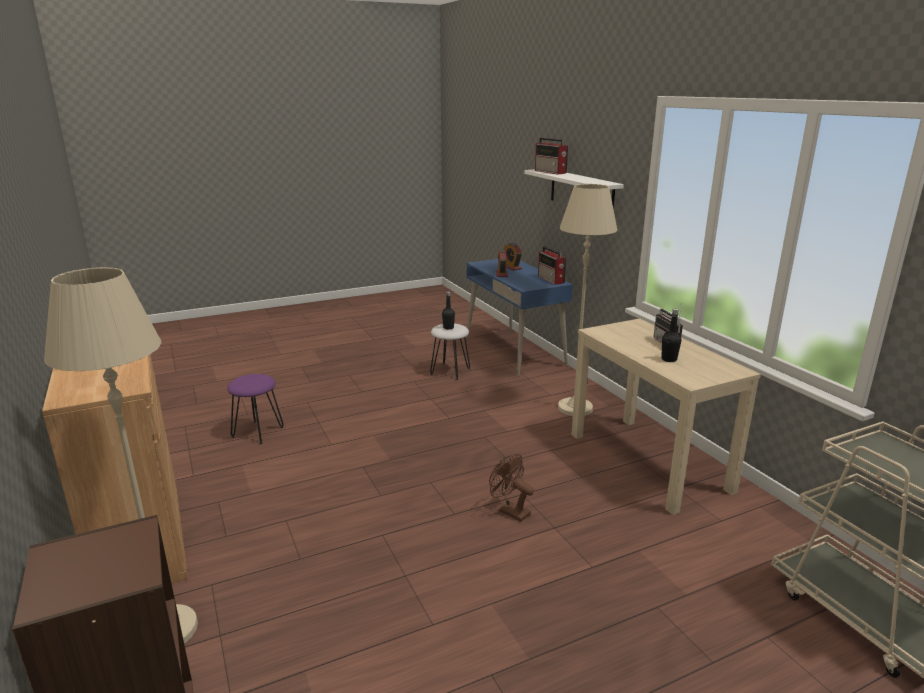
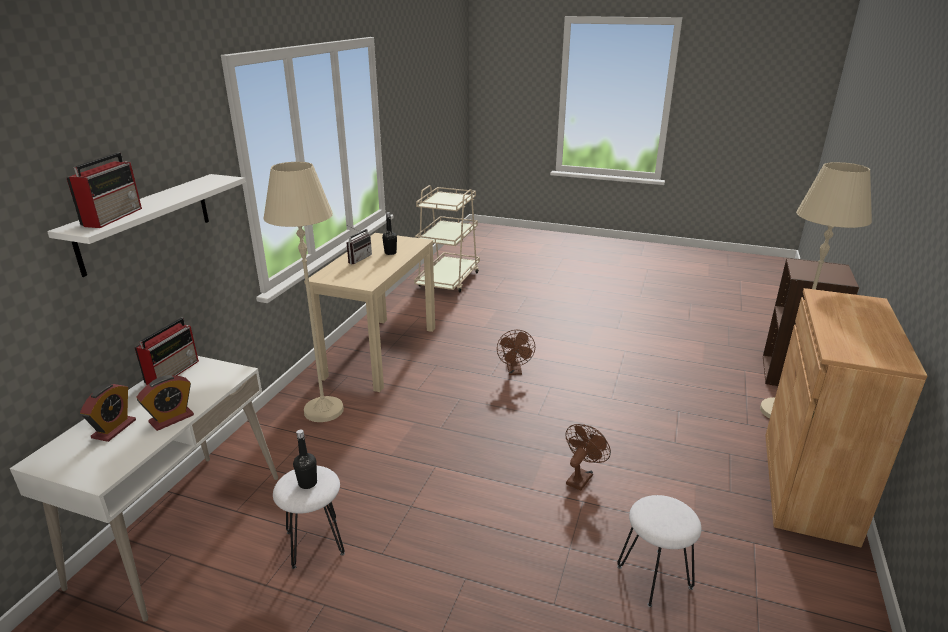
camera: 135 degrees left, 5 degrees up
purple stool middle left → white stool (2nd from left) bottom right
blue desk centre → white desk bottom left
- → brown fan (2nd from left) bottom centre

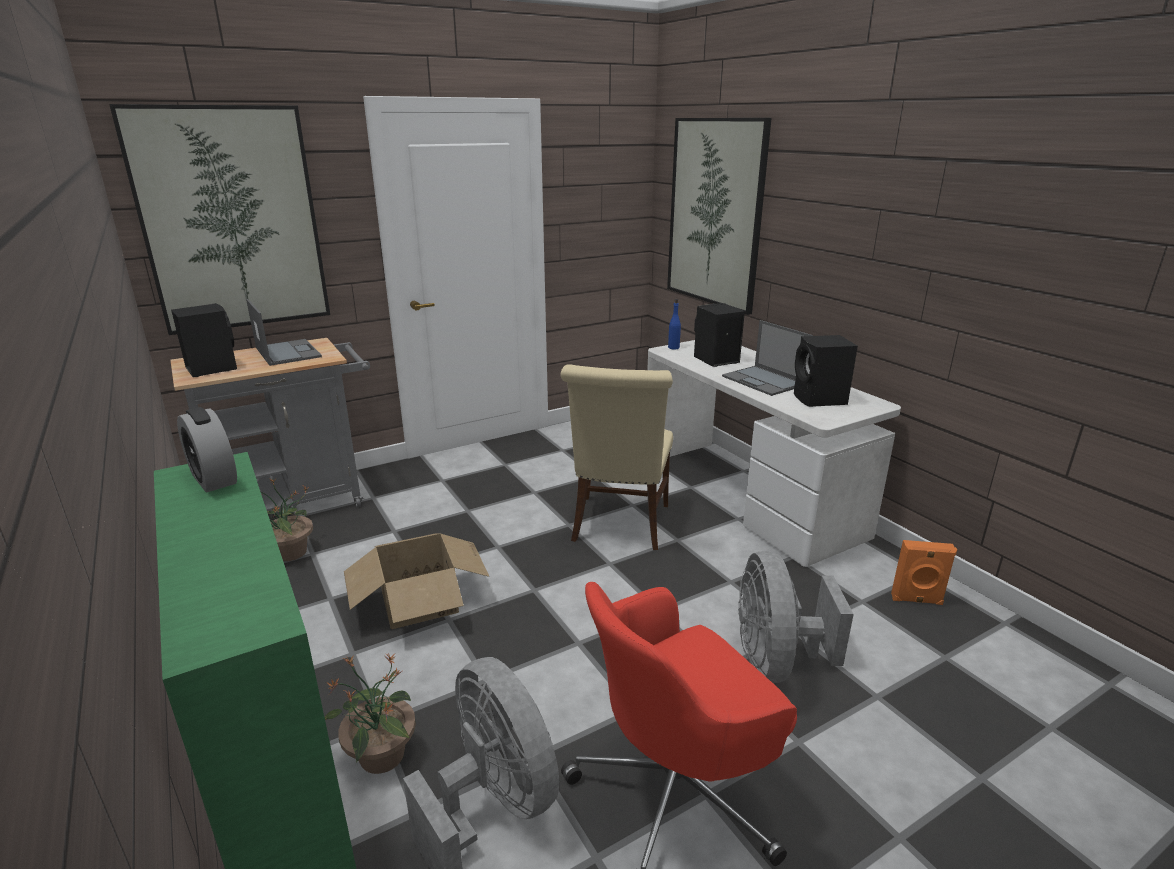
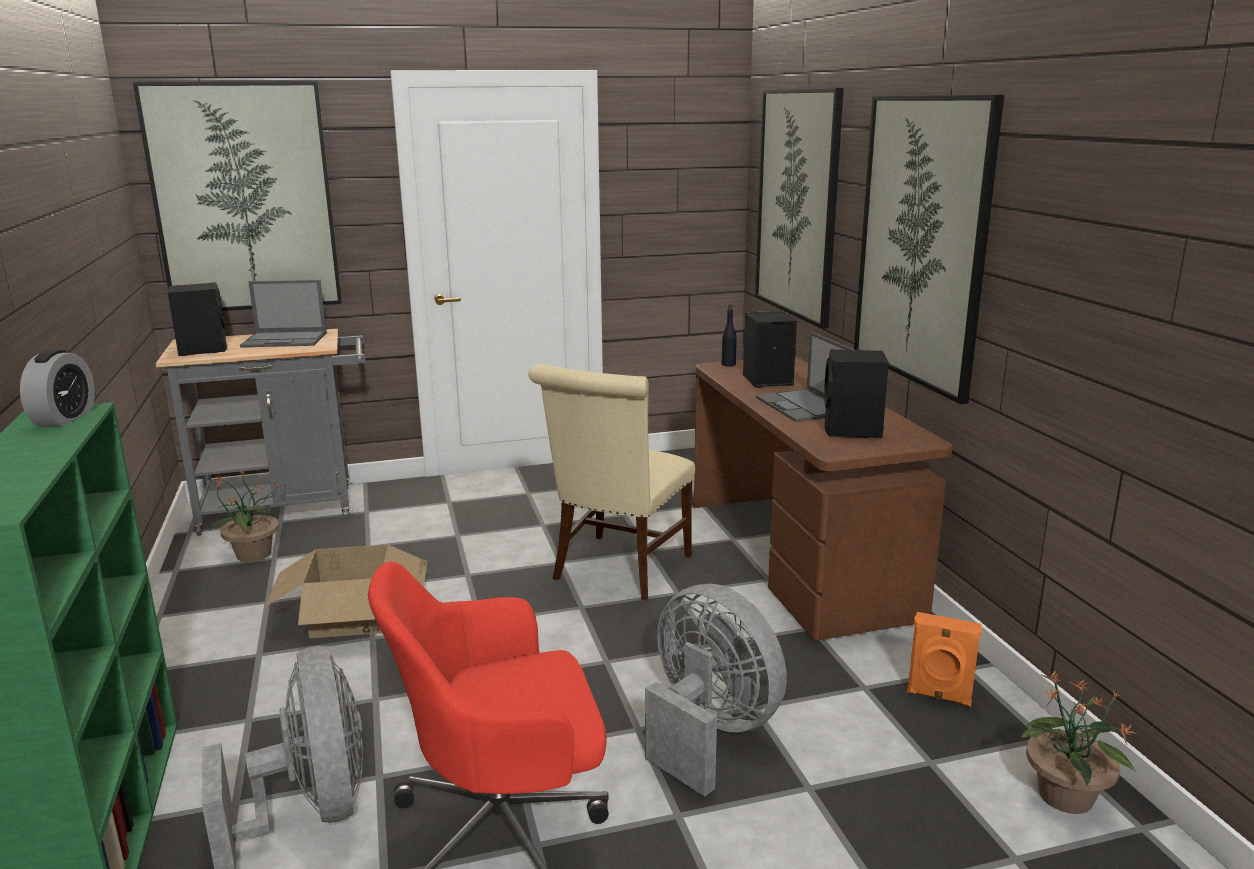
camera: 15 degrees right, 5 degrees down
alarm clock middle left, 150 degrees counterclockwise
laptop (1st from left) middle left, 105 degrees clockwise
potted plant (2nd from left) bottom left → potted plant (2nd from left) bottom right, moved
white desk centre → brown desk centre
blue bottle centre → black bottle centre
grey fan (2nd from left) bottom right → grey fan (2nd from left) bottom centre, 120 degrees clockwise
- → picture (3rd from left) top right

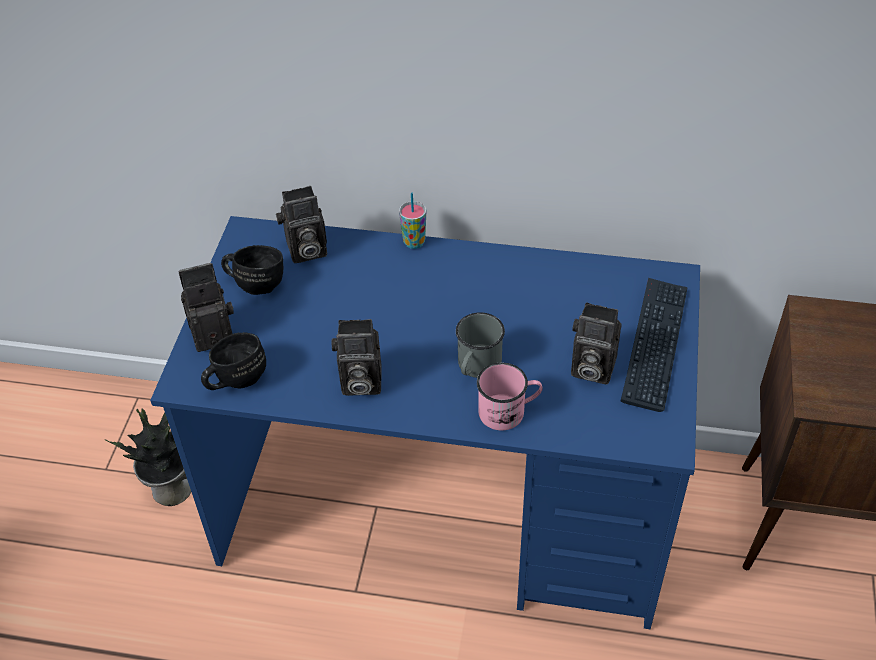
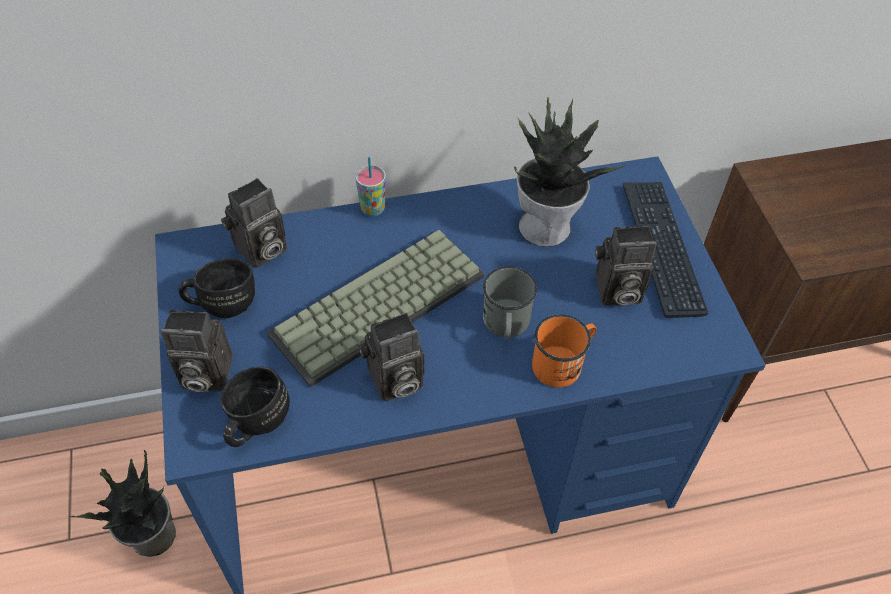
camera: 25 degrees left, 5 degrees up
photo camera (1st from left) middle left, 135 degrees counterclockwise
pink mug centre → orange mug centre
- → keyboard (1st from left) centre
- → potted plant (2nd from left) top centre

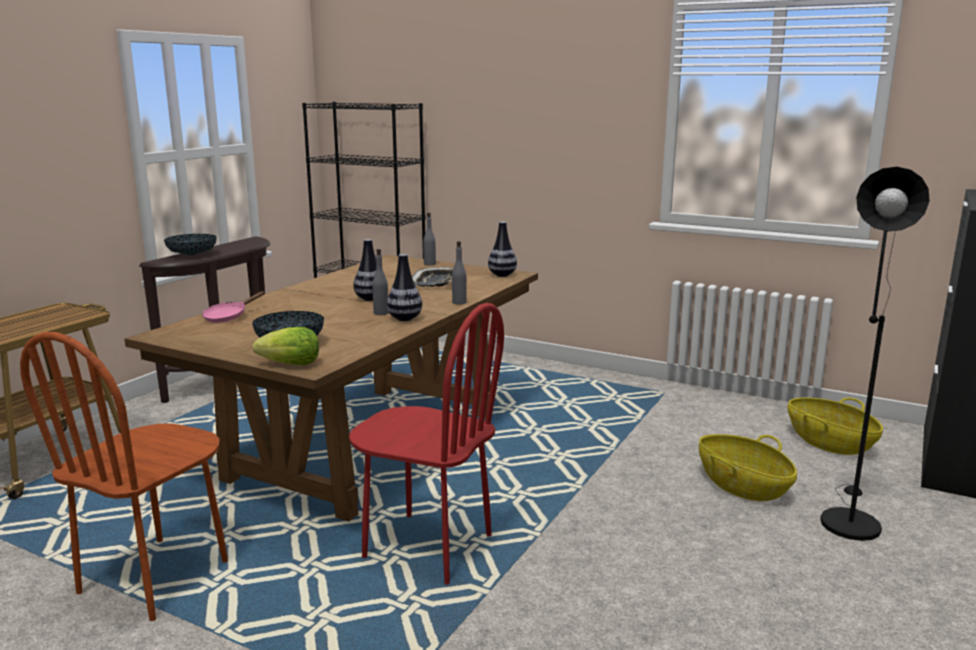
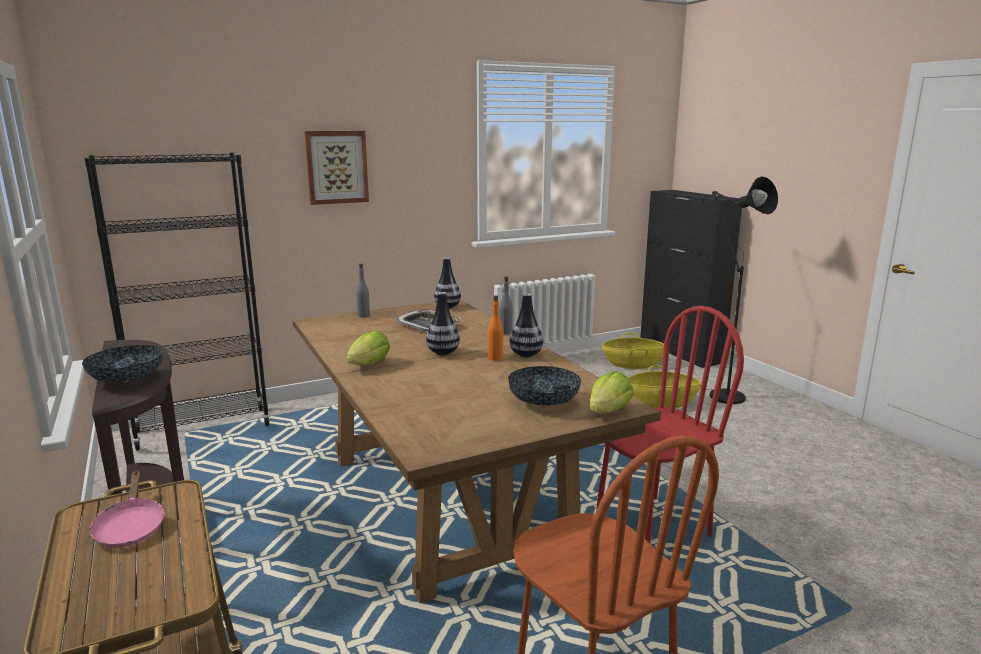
camera: 55 degrees left, 0 degrees up
pink frying pan middle left → pink frying pan bottom left, moved
grey bottle (1st from left) centre → orange bottle centre
- → picture top centre
- → lettuce (1st from left) centre

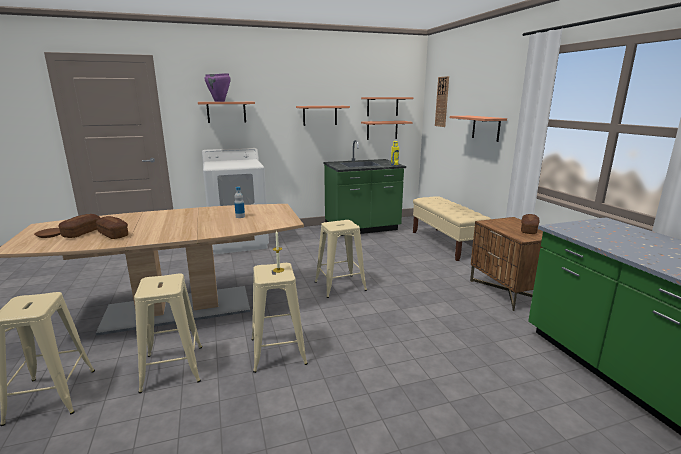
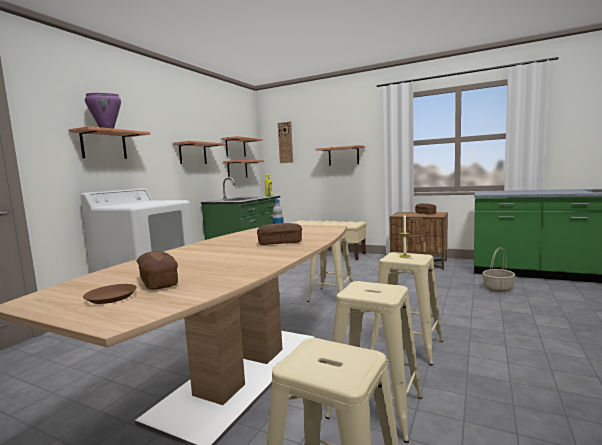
camera: 45 degrees left, 10 degrees down
bread (2nd from left) middle left → bread (2nd from left) centre, moved
- → basket middle right

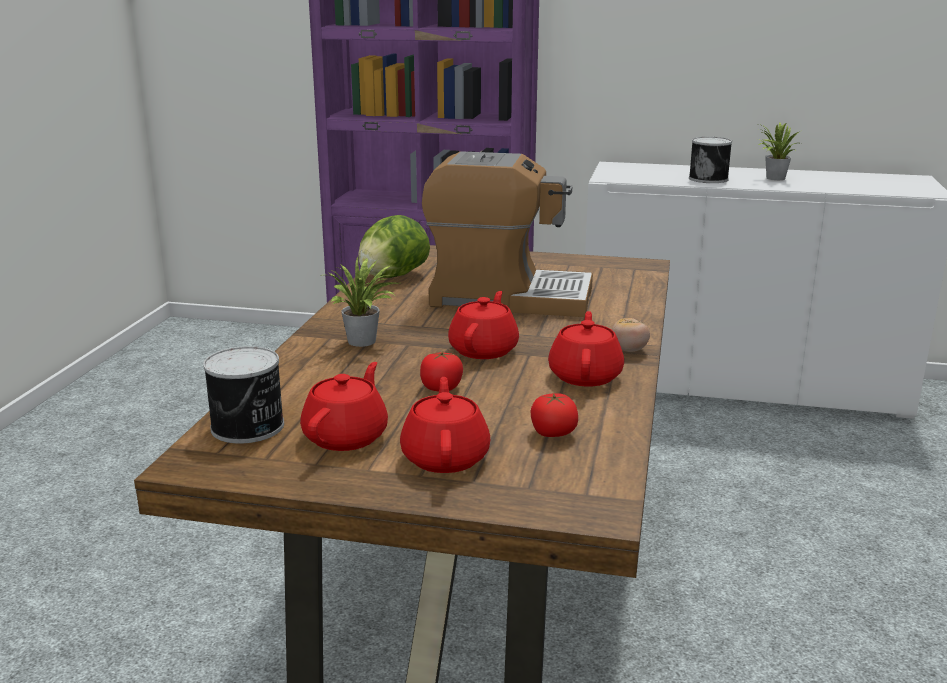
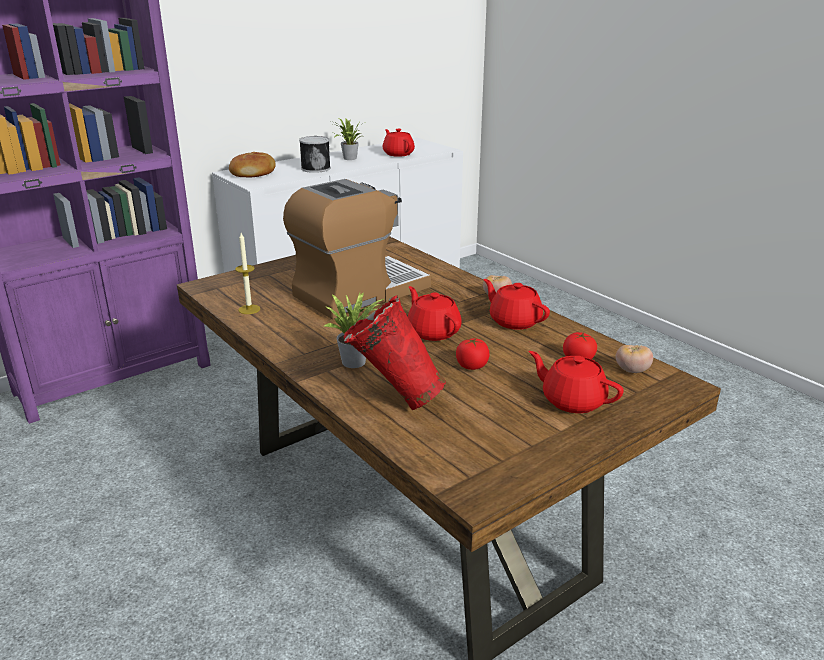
camera: 50 degrees left, 5 degrees up
can (1st from left) middle left → -
red teapot (1st from left) centre → red teapot (1st from left) top centre, moved
lettuce centre → candle middle left
- → bread top left
- → red vase centre
- → tomato (4th from left) middle right

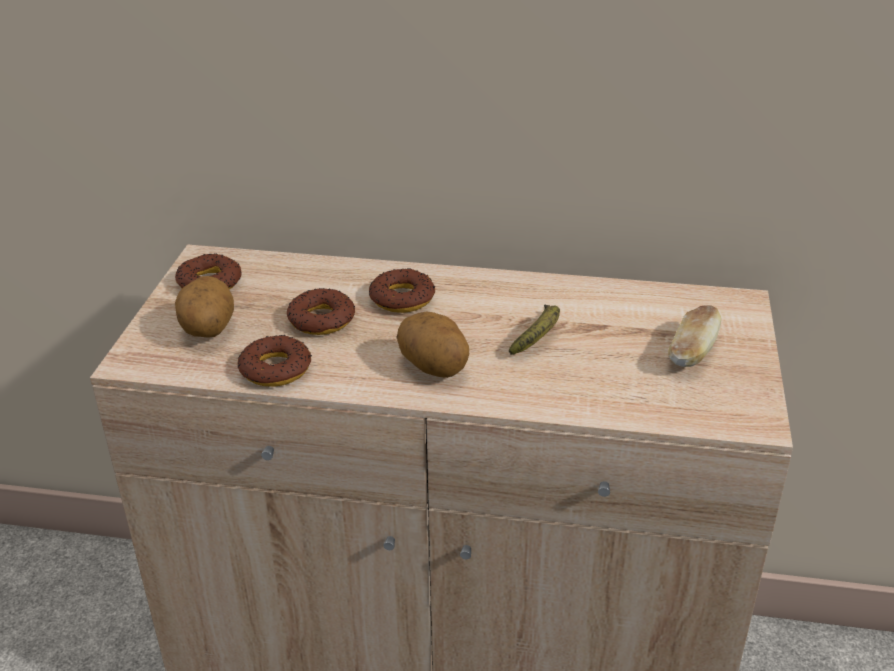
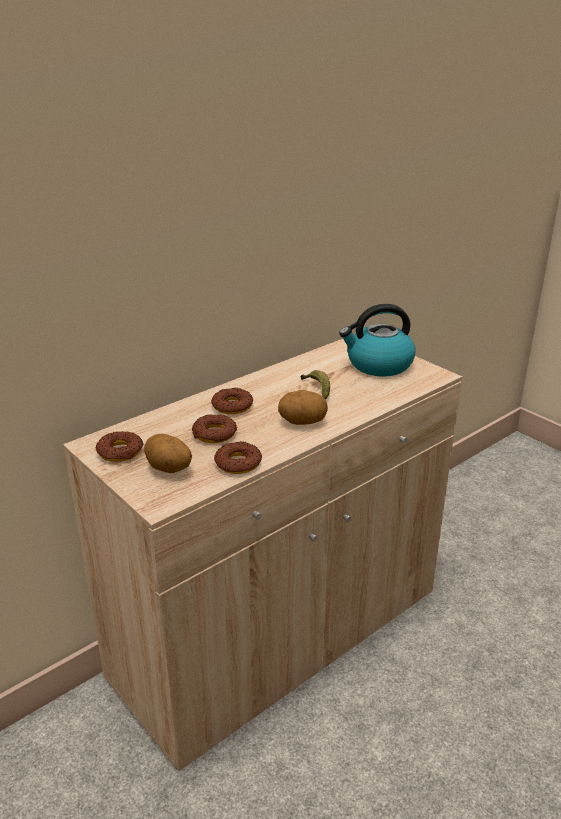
camera: 50 degrees left, 5 degrees down
bread middle right → kettle middle right

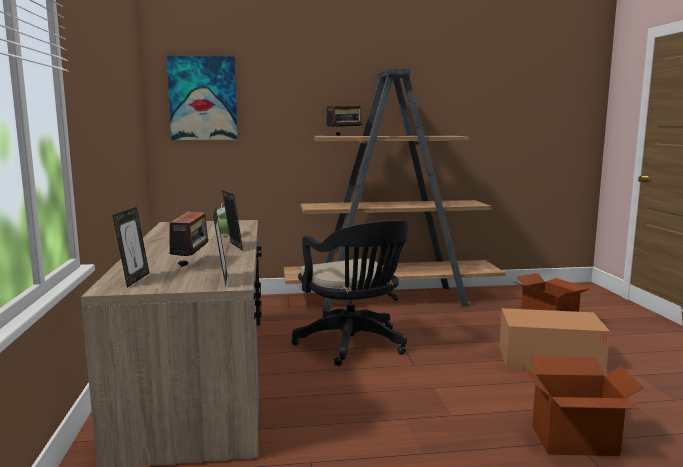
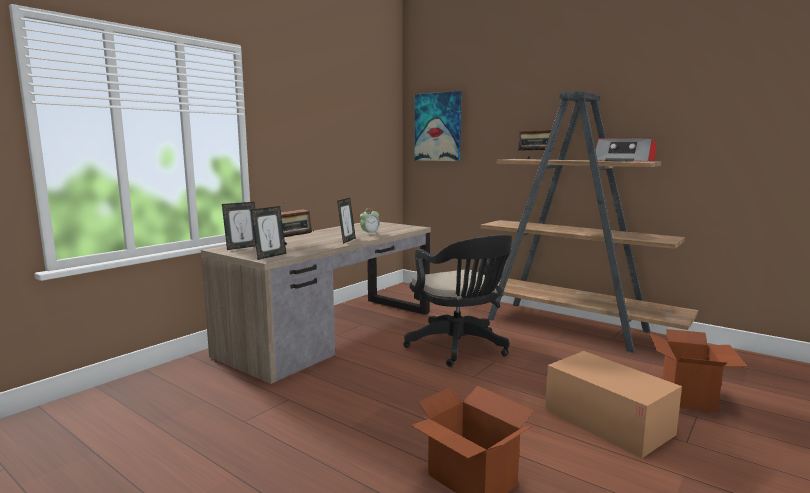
camera: 45 degrees right, 0 degrees up
black office chair centre, 45 degrees counterclockwise
- → radio (3rd from left) top right

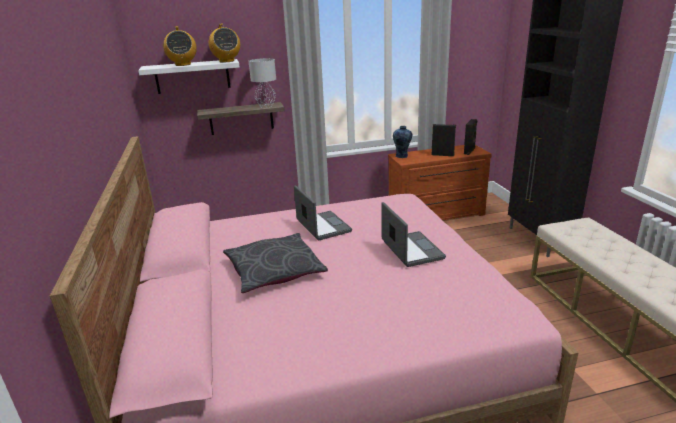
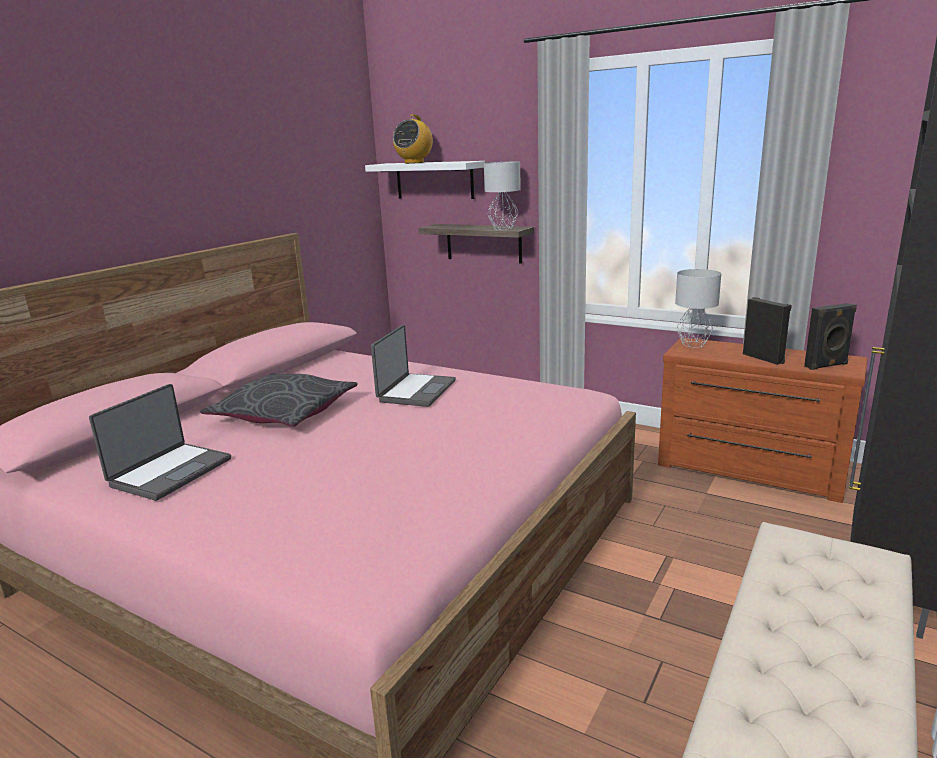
camera: 45 degrees right, 5 degrees down
radio (2nd from left) top left → -
laptop (2nd from left in the first image) centre → laptop (1st from left) middle left, moved
vase centre → grey table lamp (2nd from left) middle right

